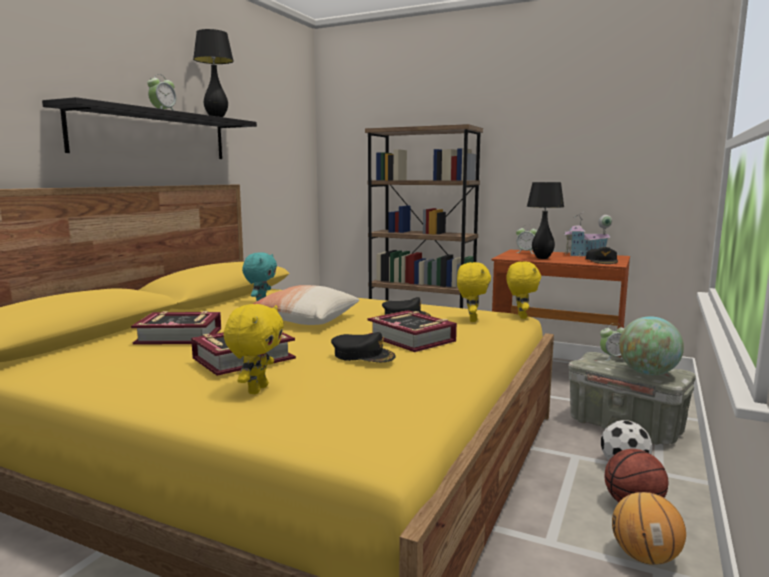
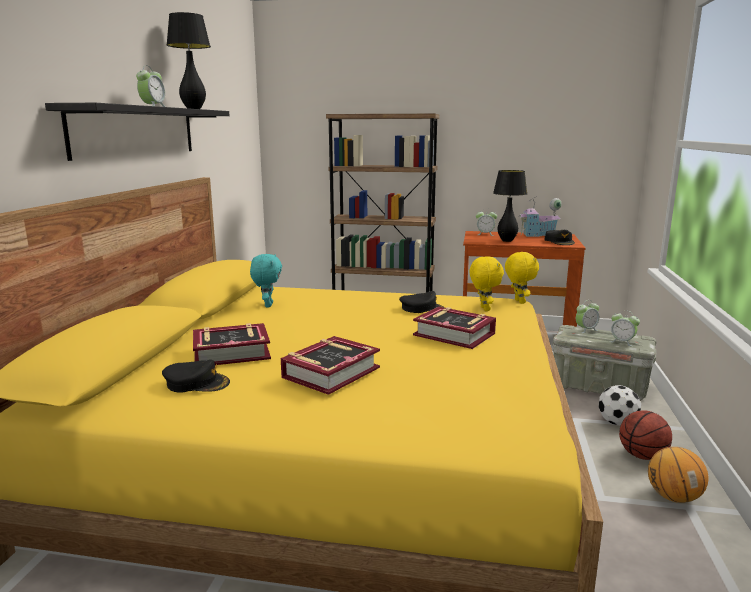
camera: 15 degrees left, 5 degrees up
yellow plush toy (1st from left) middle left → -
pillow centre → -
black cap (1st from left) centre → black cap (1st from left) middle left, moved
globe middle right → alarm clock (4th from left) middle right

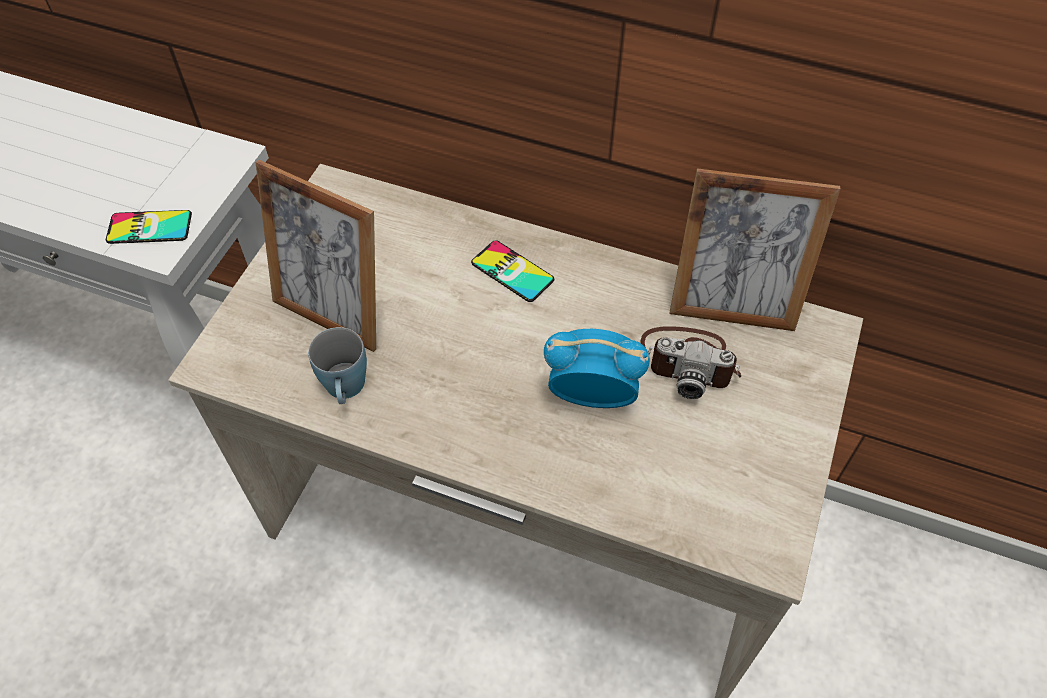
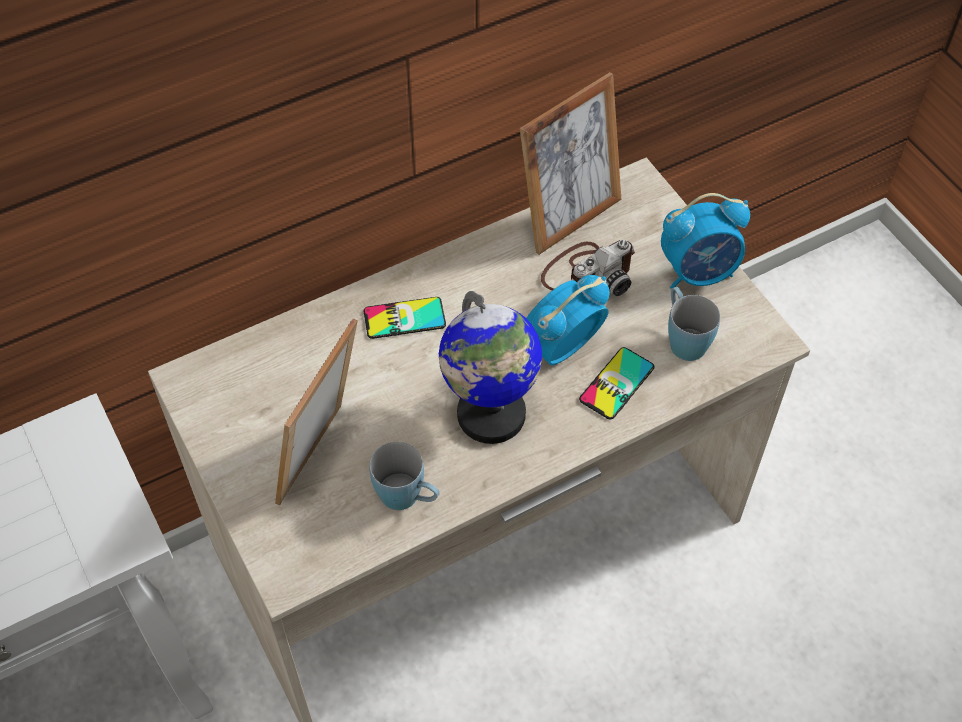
camera: 50 degrees left, 0 degrees up
phone (1st from left in the first image) top left → phone (2nd from left) centre, moved
picture frame (1st from left) middle left, 135 degrees clockwise
- → globe centre
- → alarm clock (2nd from left) middle right
- → blue mug (2nd from left) middle right

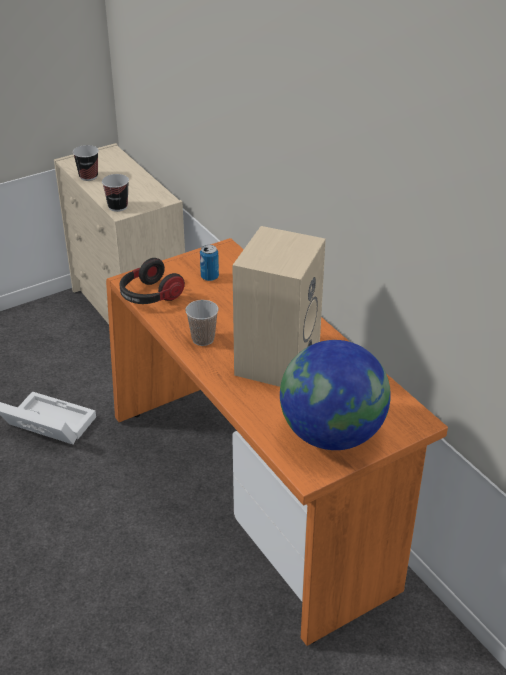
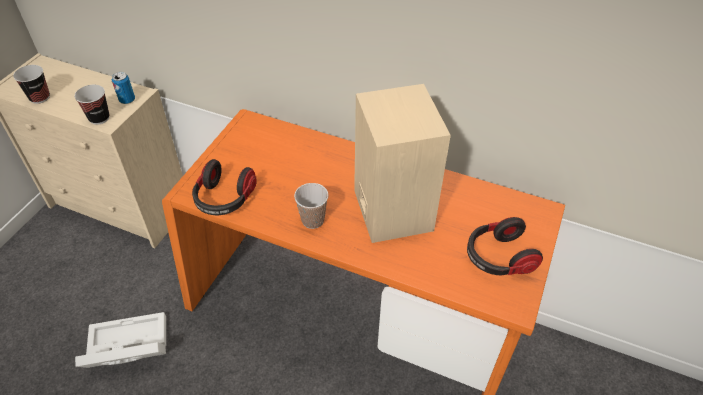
camera: 35 degrees left, 10 degrees up
can centre → can top left, moved
globe centre → headphones (2nd from left) middle right

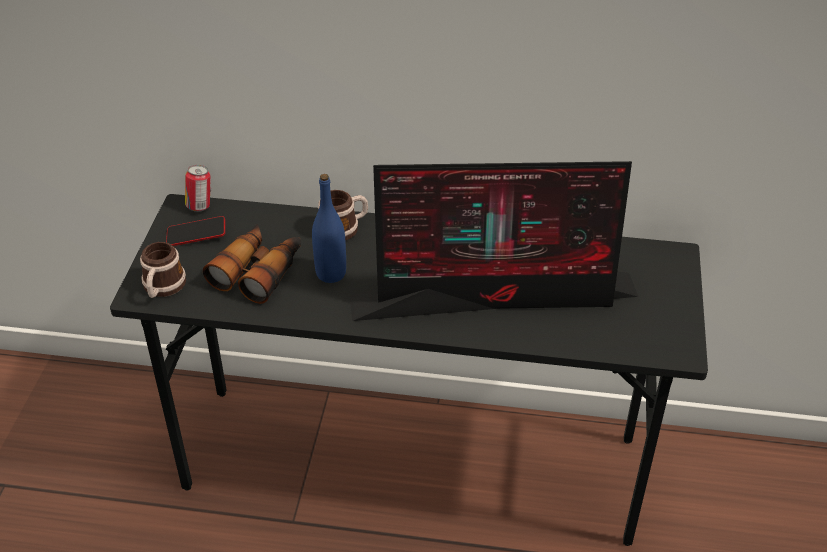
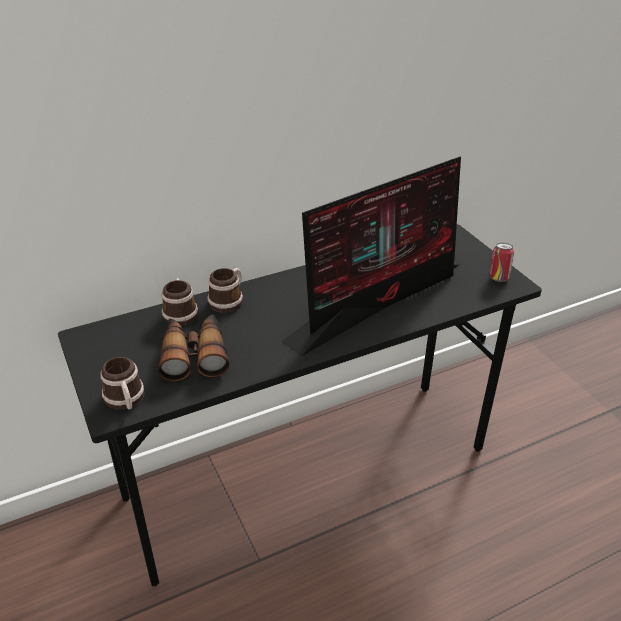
camera: 35 degrees left, 5 degrees down
phone middle left → -
can middle left → can middle right, moved
blue bottle centre → -
- → mug (2nd from left) middle left

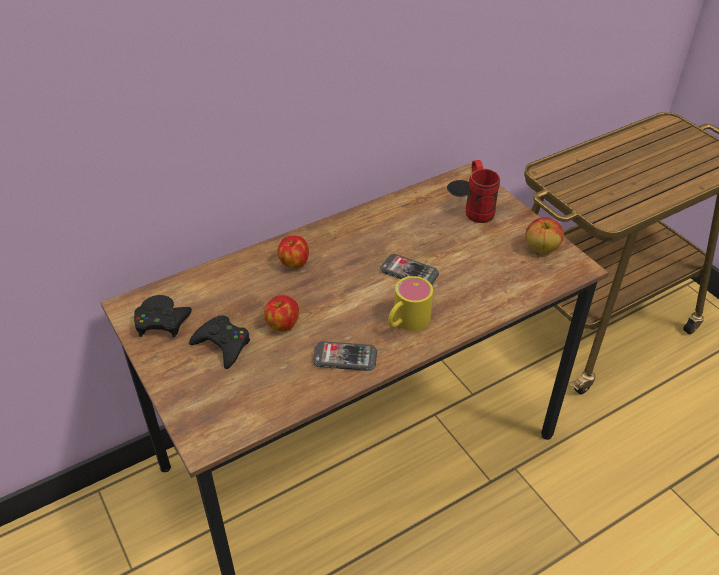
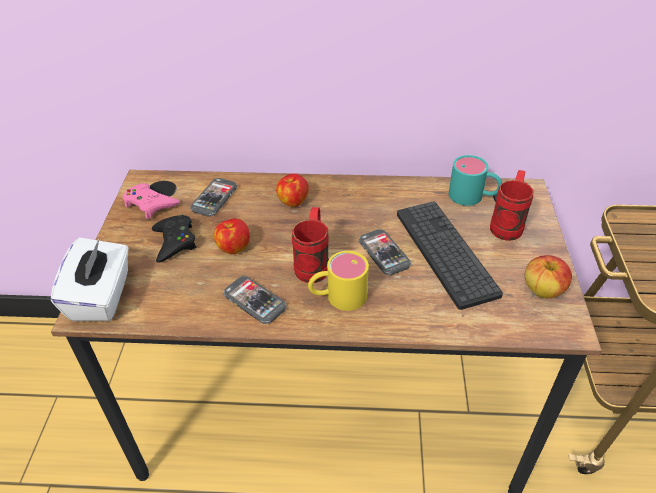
camera: 35 degrees right, 0 degrees up
black game controller (1st from left) middle left → pink game controller middle left
- → white tissue box middle left
- → phone (1st from left) middle left
- → red mug (1st from left) centre
- → keyboard middle right
- → turquoise mug middle right

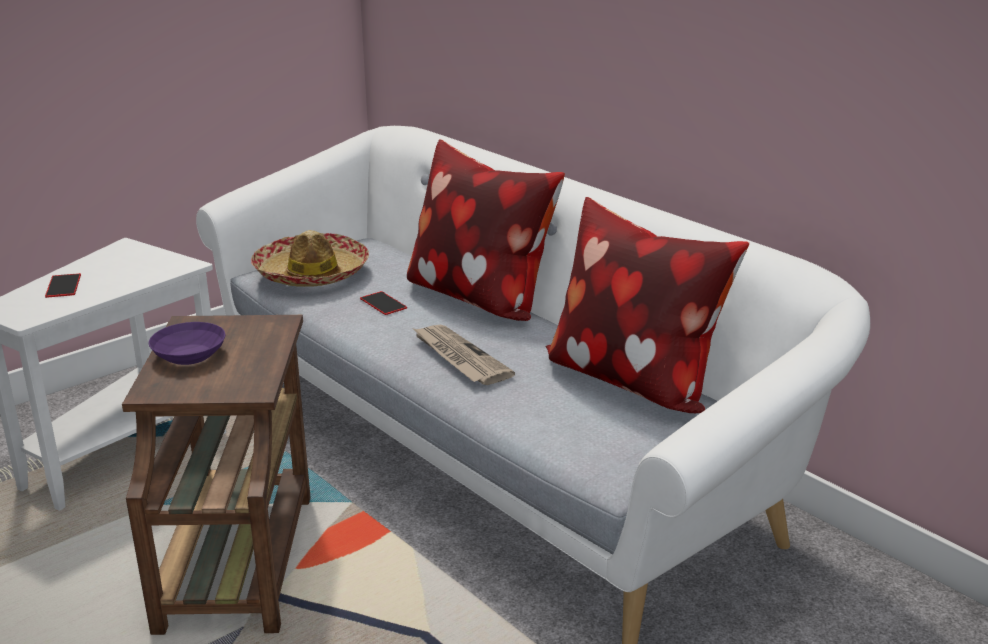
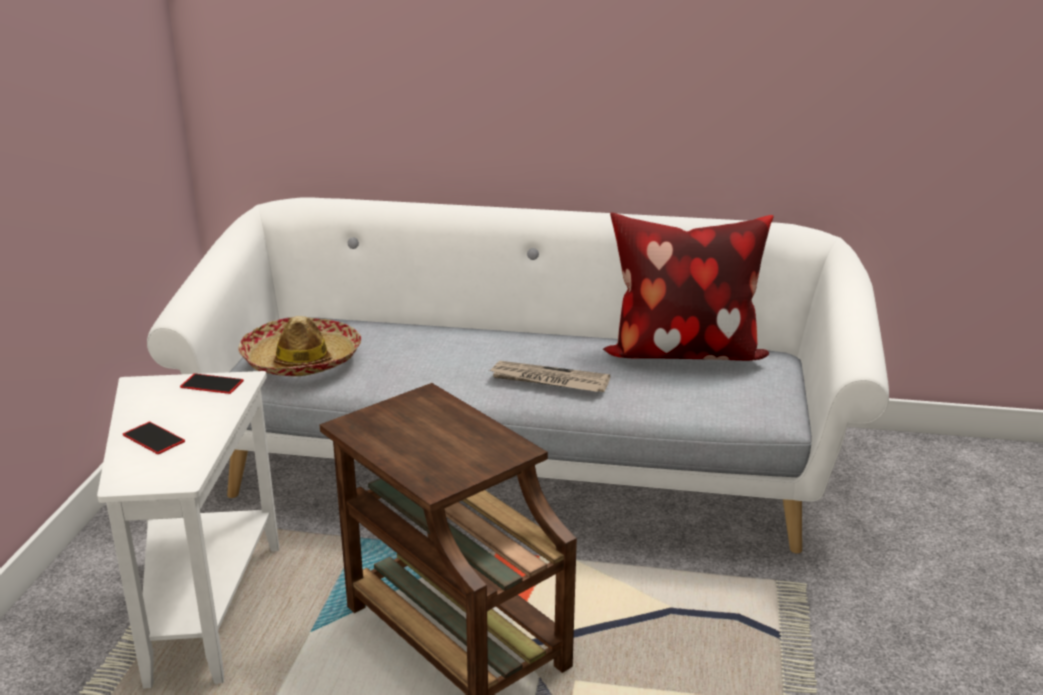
camera: 40 degrees left, 0 degrees up
purple bowl middle left → -
phone (2nd from left) centre → phone (2nd from left) middle left, moved
pillow (1st from left) centre → -

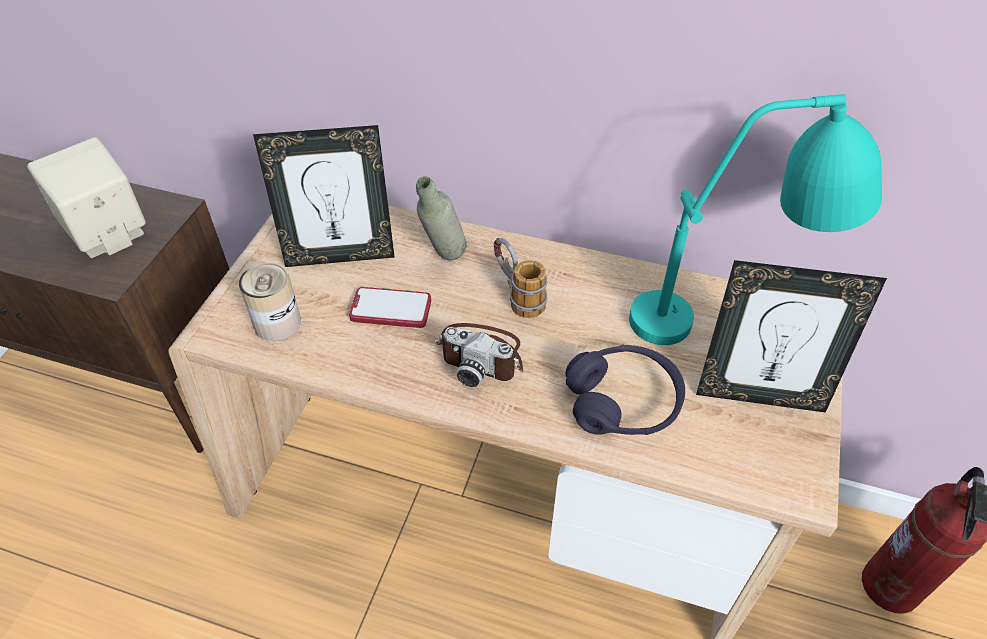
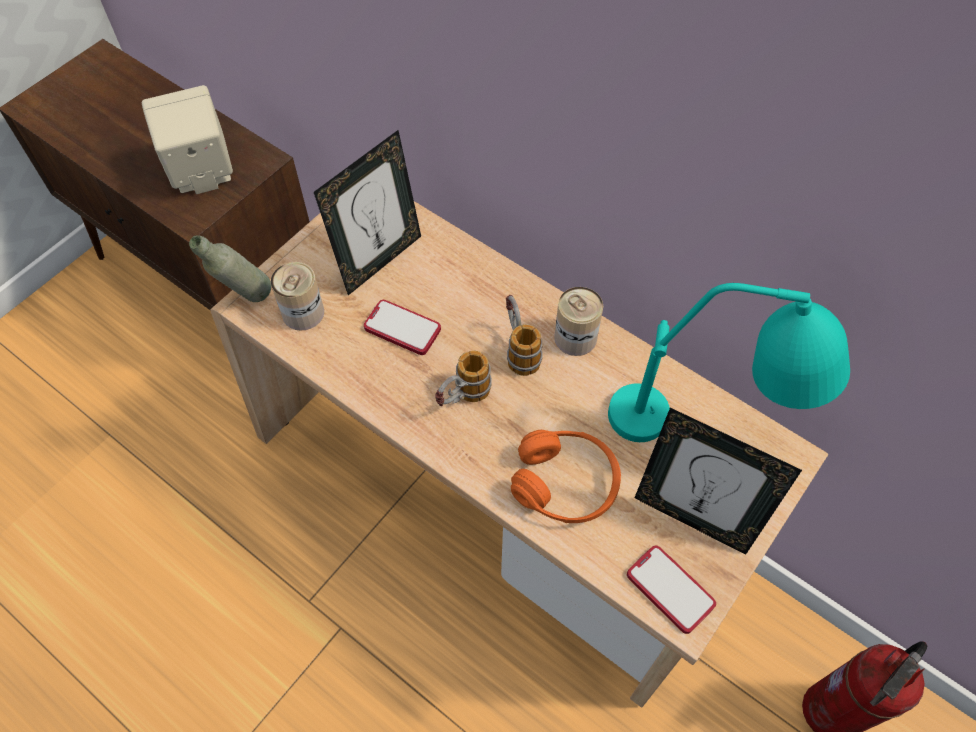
camera: 20 degrees right, 10 degrees up
picture frame (1st from left) top left → picture frame (1st from left) top centre, 60 degrees counterclockwise
grey bottle centre → grey bottle middle left, moved
photo camera centre → mug (1st from left) centre
purple headphones centre → orange headphones centre
- → can (2nd from left) centre
- → phone (2nd from left) bottom right

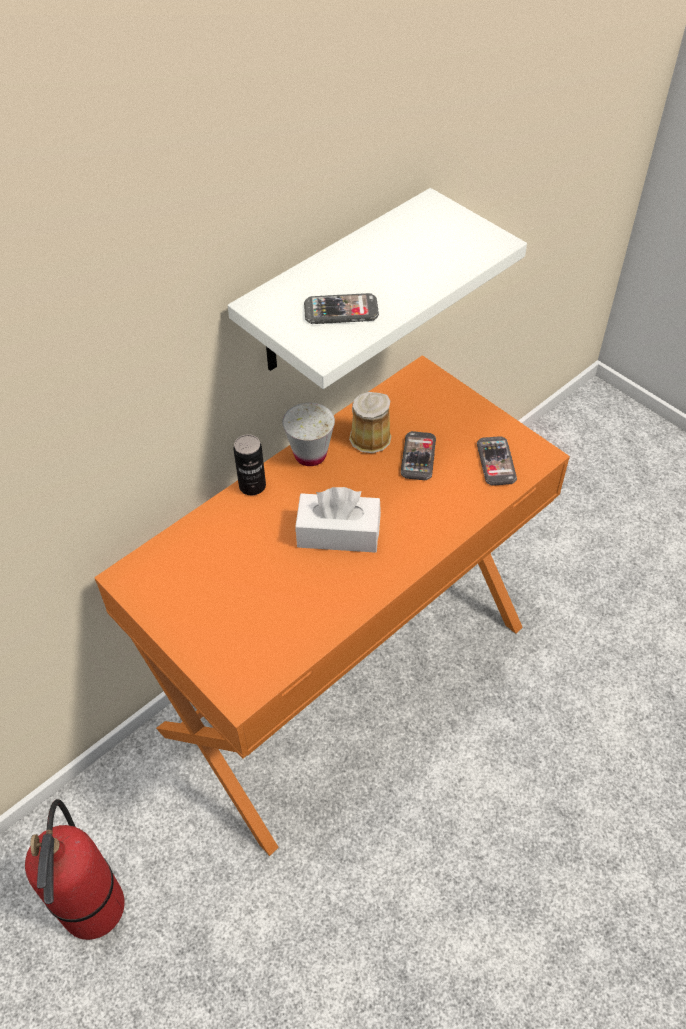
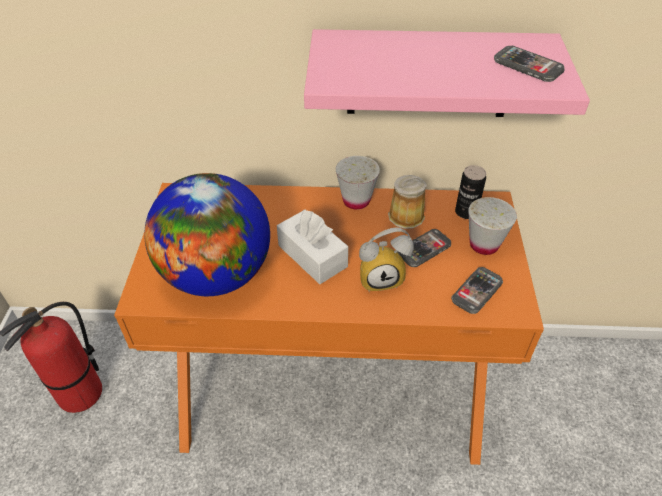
camera: 45 degrees right, 5 degrees down
white shelf top centre → pink shelf top right
can centre → can middle right, moved
phone (1st from left in the first image) top centre → phone (3rd from left) top right, moved
- → globe middle left
- → alarm clock centre
- → white cup (2nd from left) middle right

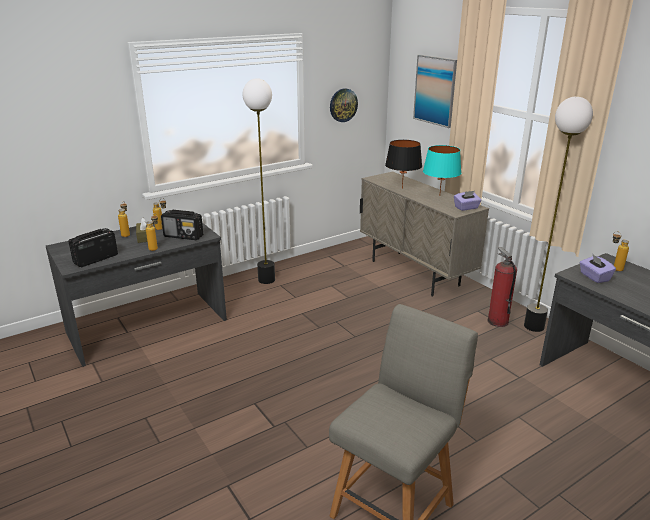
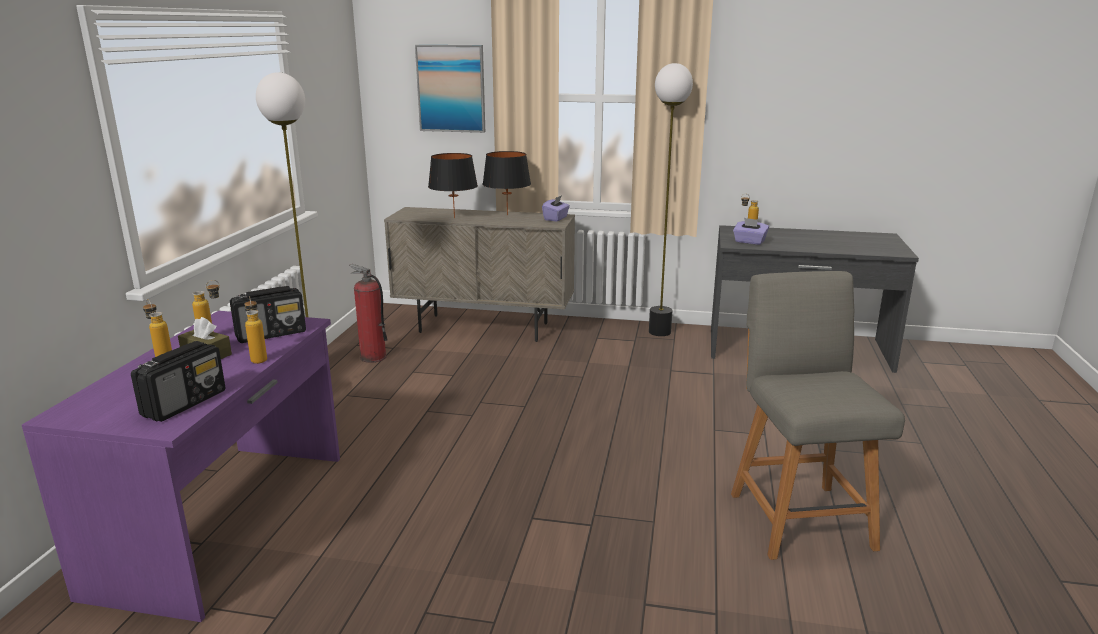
camera: 45 degrees left, 5 degrees down
grey desk (1st from left) middle left → purple desk bottom left
radio (1st from left) middle left, 150 degrees counterclockwise
wall clock top centre → -
turquoise table lamp top right → black table lamp (2nd from left) top centre
fire extinguisher middle right → fire extinguisher centre, moved

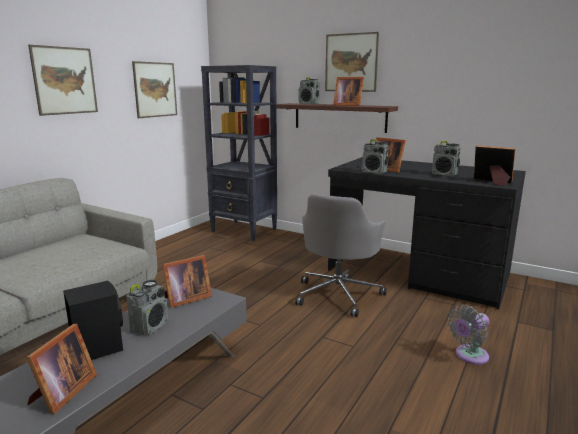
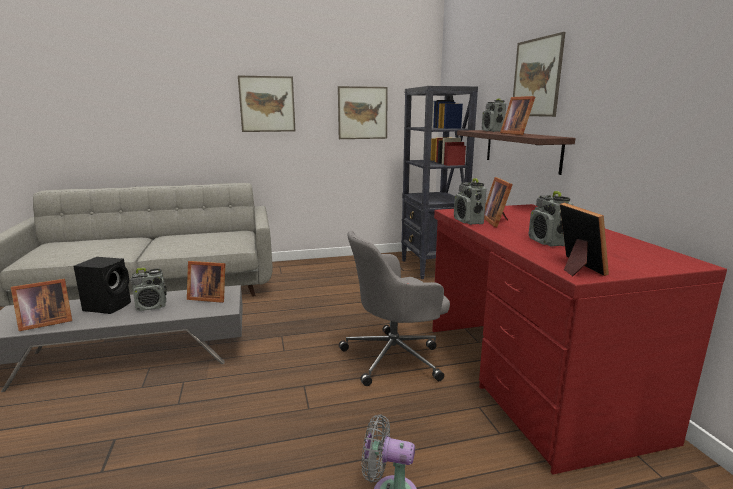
camera: 45 degrees right, 0 degrees up
black desk middle right → red desk bottom right

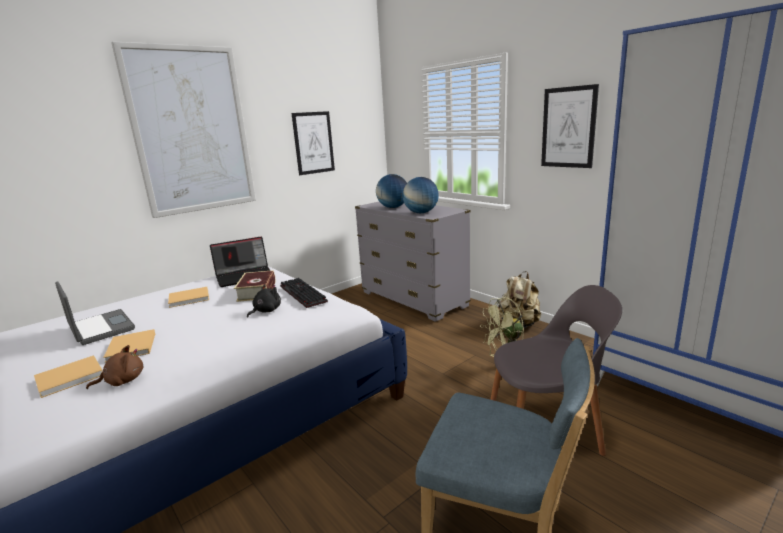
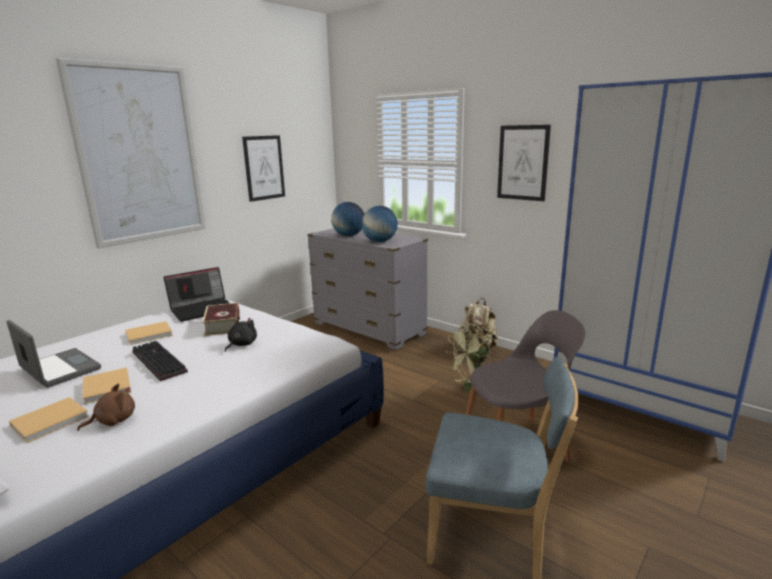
camera: 10 degrees left, 0 degrees up
keyboard centre → keyboard middle left, moved

